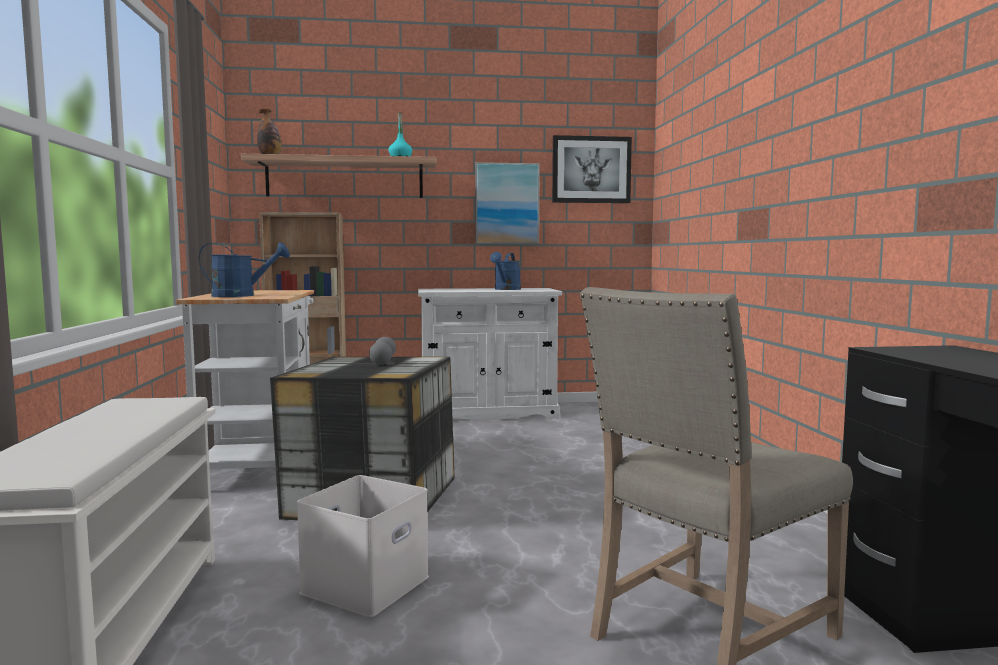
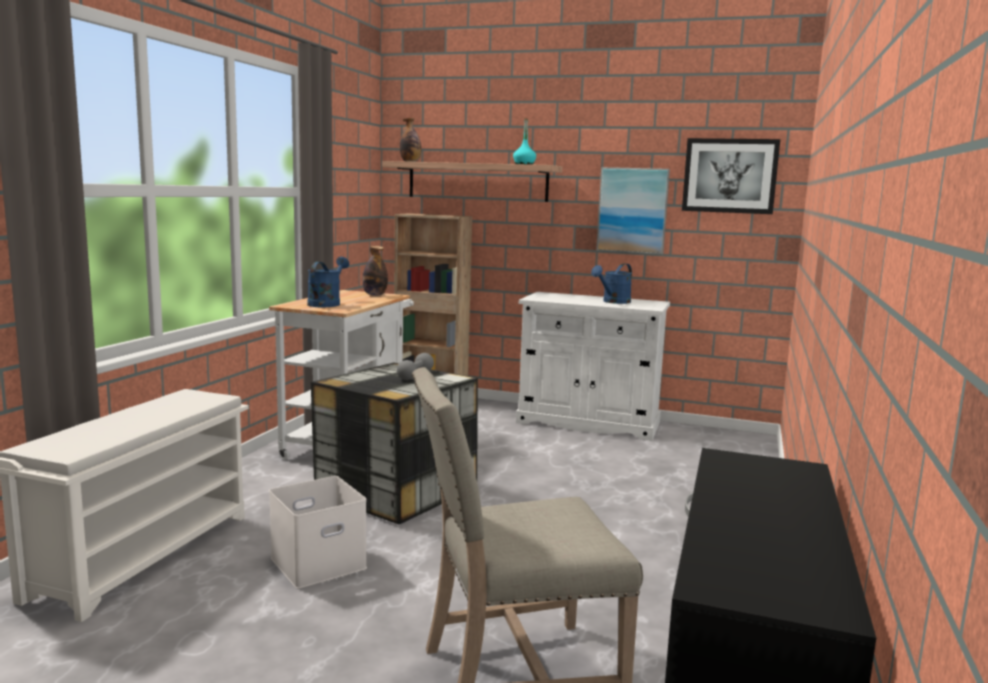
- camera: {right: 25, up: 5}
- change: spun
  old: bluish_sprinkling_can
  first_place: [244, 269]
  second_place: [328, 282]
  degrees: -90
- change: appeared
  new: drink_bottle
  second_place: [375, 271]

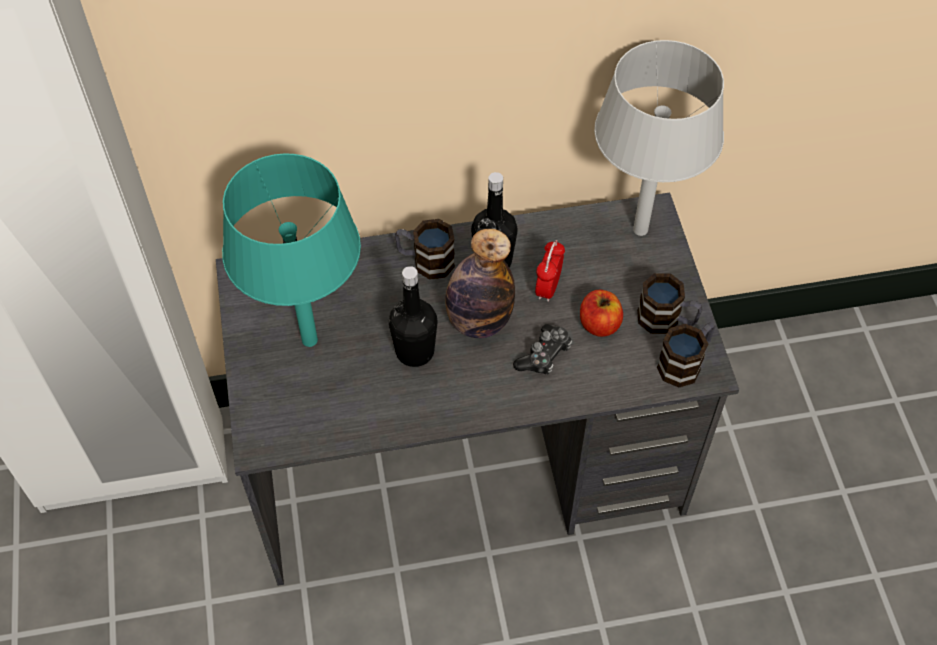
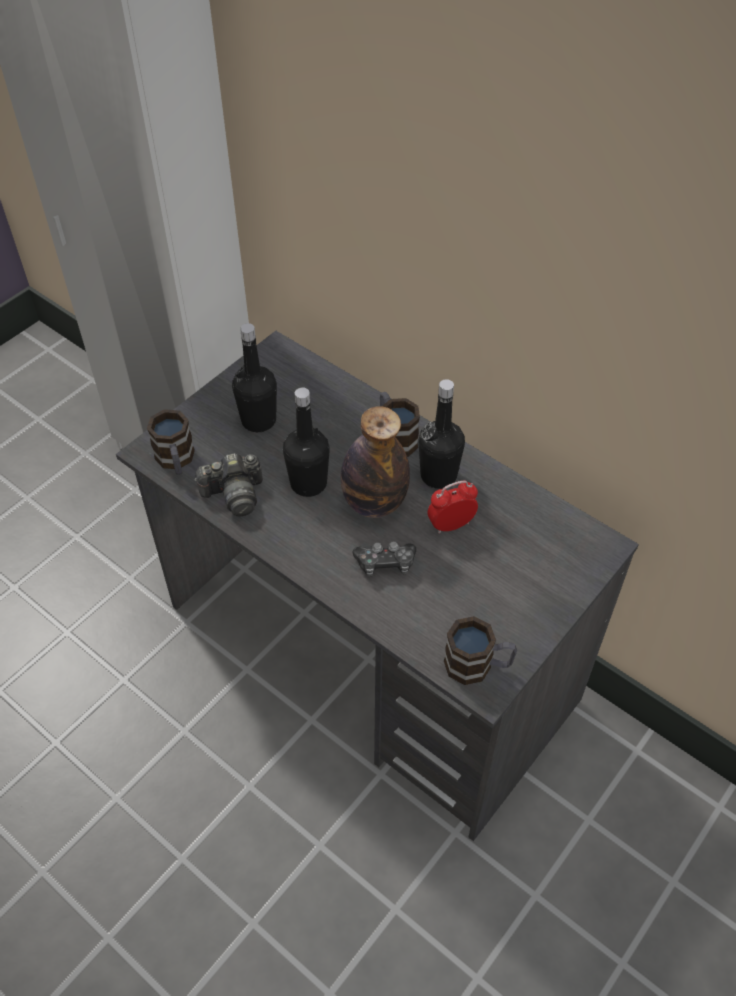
- camera: {right: 50, up: -5}
- change: exchanged
  old: blue-green_lamp_for_a_table
  new: blackish_drink_bottle
  first_place: [291, 250]
  second_place: [254, 377]
- change: missing
  old: apple_fruit
  first_place: [601, 313]
- change: missing
  old: gray_lamp_for_a_table
  first_place: [659, 138]
- change: relocated
  old: coffee_mug
  first_place: [669, 303]
  second_place: [171, 442]
- change: appeared
  new: still_camera
  second_place: [228, 485]

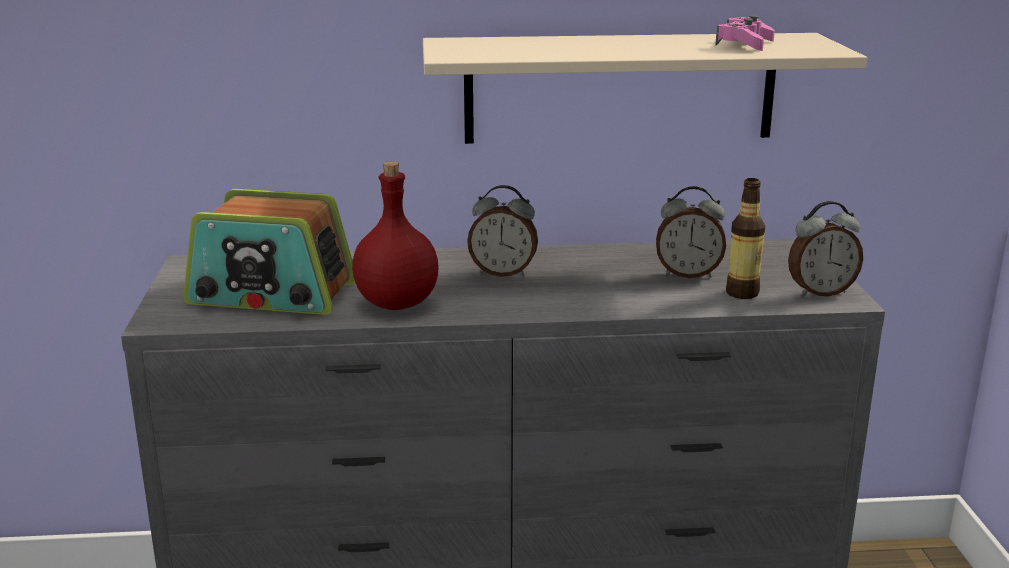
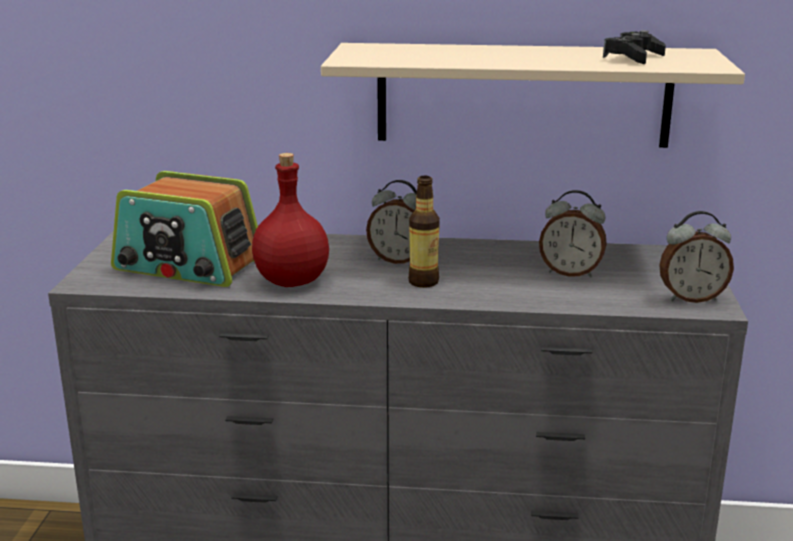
- camera: {right: 10, up: 0}
- change: colour
  old: pinkish_gamepad
  new: blackish_gamepad
  first_place: [745, 33]
  second_place: [634, 47]
- change: relocated
  old: drink_bottle
  first_place: [745, 238]
  second_place: [424, 232]

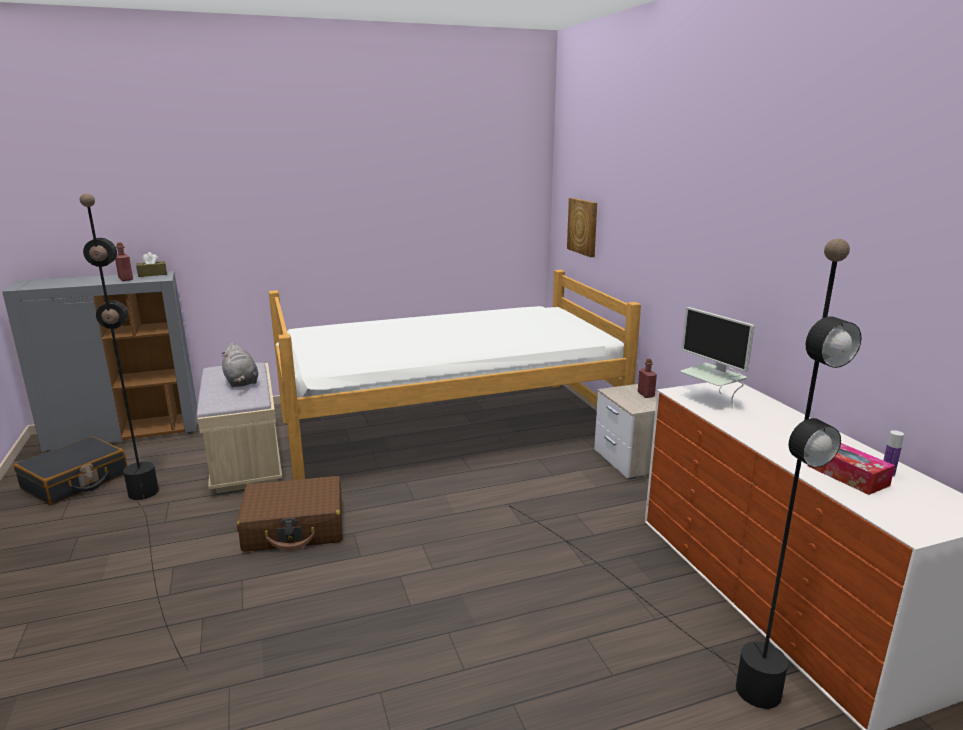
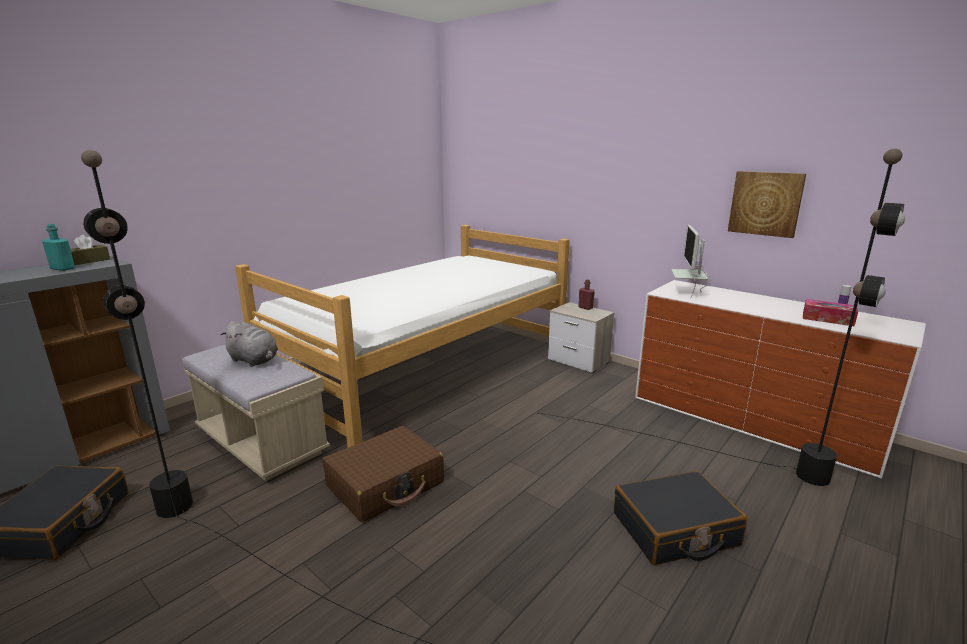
- camera: {right: -30, up: 0}
- change: colour
  old: reddish_drink_bottle
  new: blue-green_drink_bottle
  first_place: [124, 261]
  second_place: [58, 247]
- change: relocated
  old: picture
  first_place: [582, 227]
  second_place: [767, 204]
- change: spun
  old: computer_display
  first_place: [717, 358]
  second_place: [691, 262]
  degrees: 75
- change: appeared
  new: blackish_piece_of_luggage
  second_place: [680, 518]

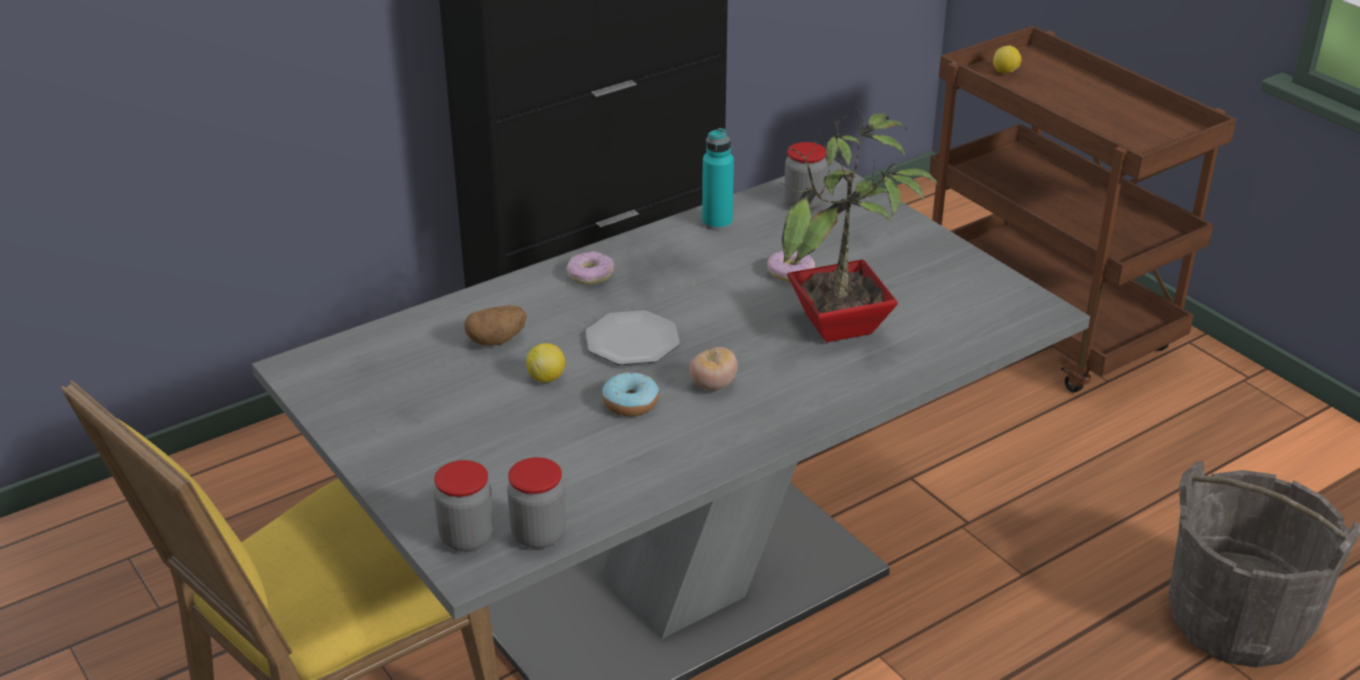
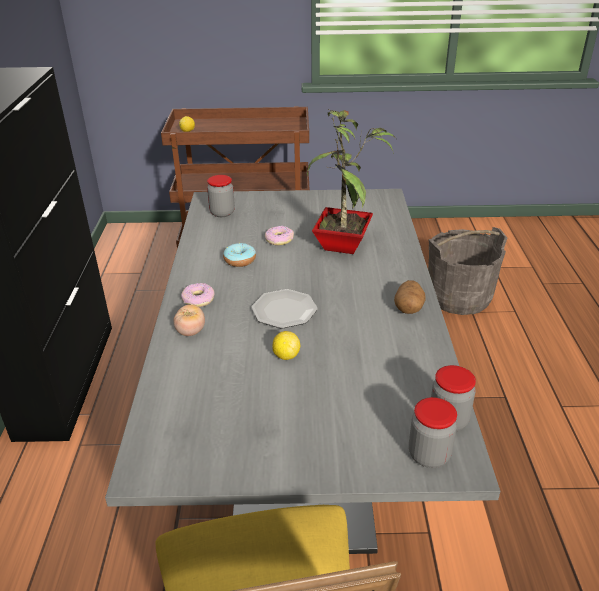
- camera: {right: -55, up: 0}
- change: relocated
  old: potato
  first_place: [495, 325]
  second_place: [410, 297]
- change: relocated
  old: donut
  first_place: [630, 394]
  second_place: [239, 255]
- change: relocated
  old: fresh_tomato
  first_place: [713, 368]
  second_place: [189, 320]
- change: missing
  old: blue-green_drink_bottle
  first_place: [718, 179]

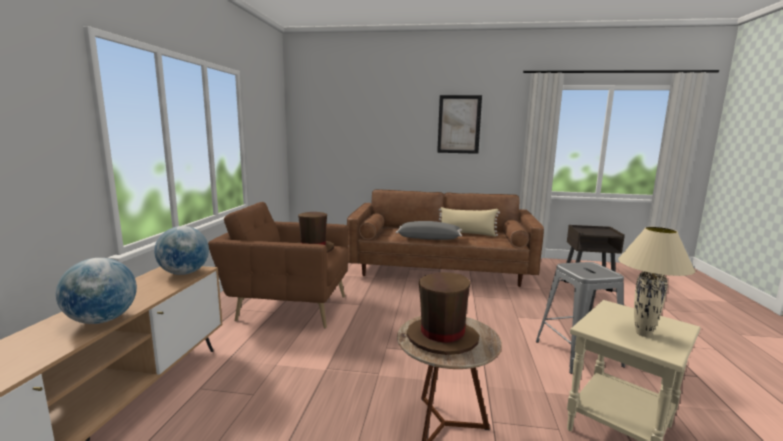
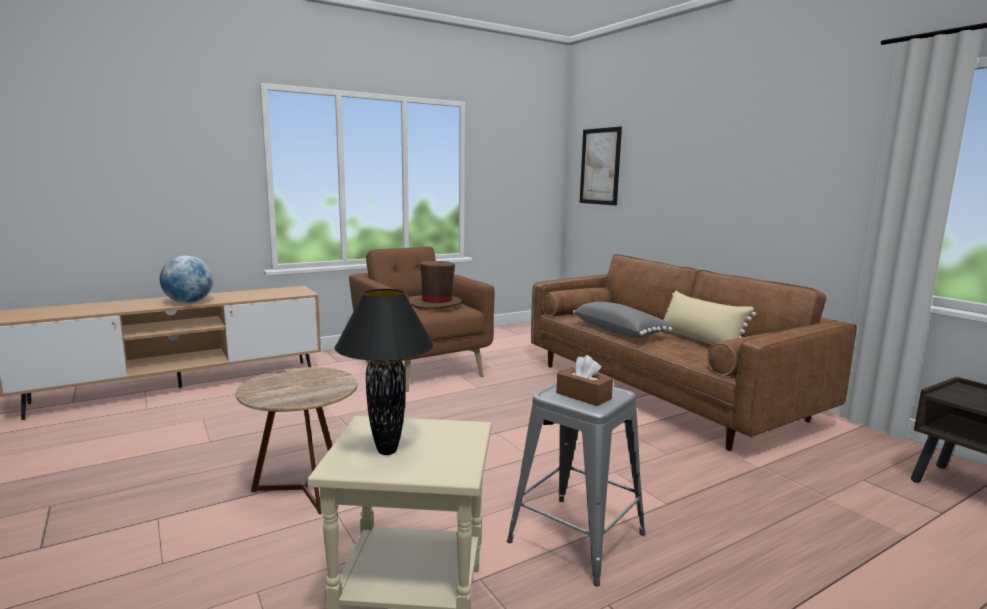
- camera: {right: 50, up: 0}
- change: missing
  old: globe
  first_place: [181, 250]
- change: missing
  old: brown-coloured_wearable_hat
  first_place: [443, 313]
- change: relocated
  old: picture
  first_place: [459, 124]
  second_place: [601, 165]
- change: colour
  old: sand-coloured_lamp_for_a_table
  new: blackish_lamp_for_a_table
  first_place: [656, 282]
  second_place: [384, 372]
- change: appeared
  new: brown-coloured_tissue_box
  second_place: [584, 380]

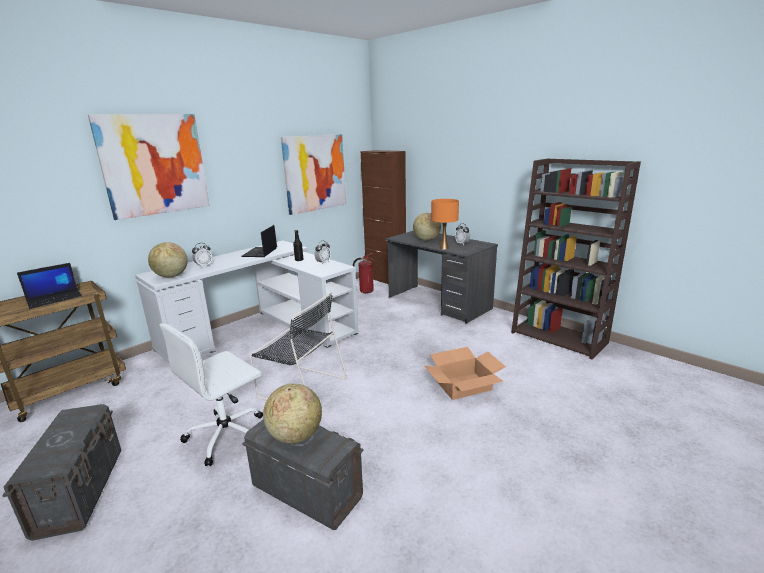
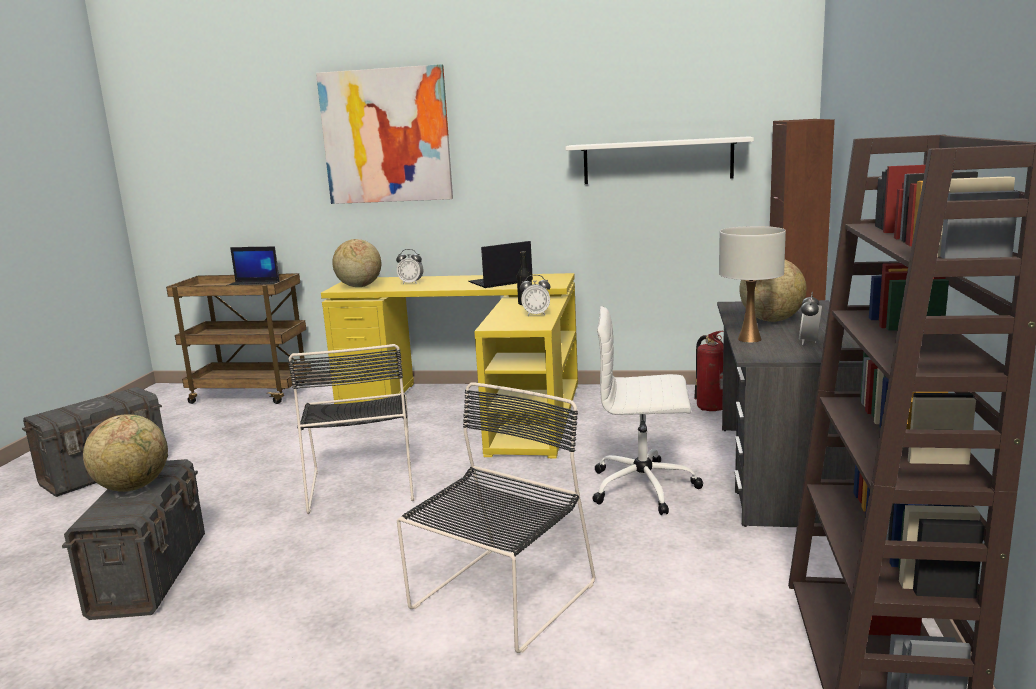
- camera: {right: 55, up: -5}
- change: colour
  old: white_desk_unit
  new: yellow-coloured_desk_unit
  first_place: [247, 302]
  second_place: [449, 365]
- change: relocated
  old: white_desk_chair
  first_place: [211, 394]
  second_place: [648, 410]
- change: exchanged
  old: picture
  new: white_bracket_shelf
  first_place: [313, 174]
  second_place: [659, 160]
- change: exchanged
  old: carton
  new: blackish_plain_chair
  first_place: [465, 373]
  second_place: [496, 517]
- change: colour
  old: orangey_lamp_for_a_table
  new: white_lamp_for_a_table
  first_place: [445, 224]
  second_place: [752, 284]

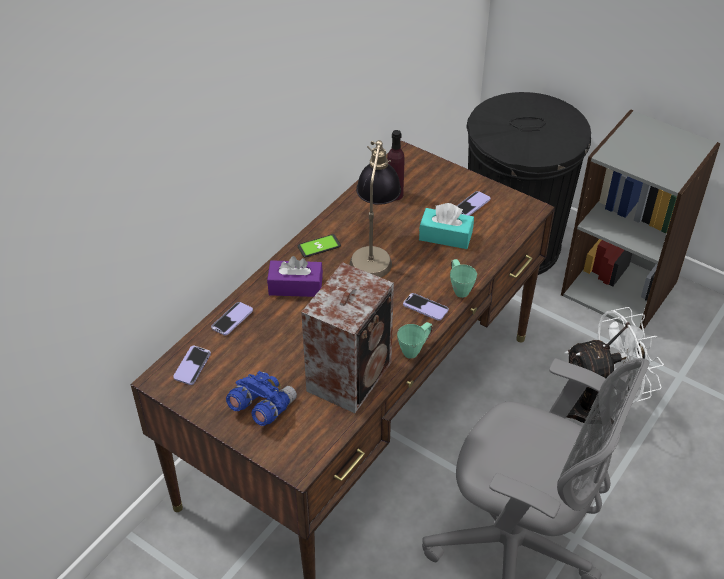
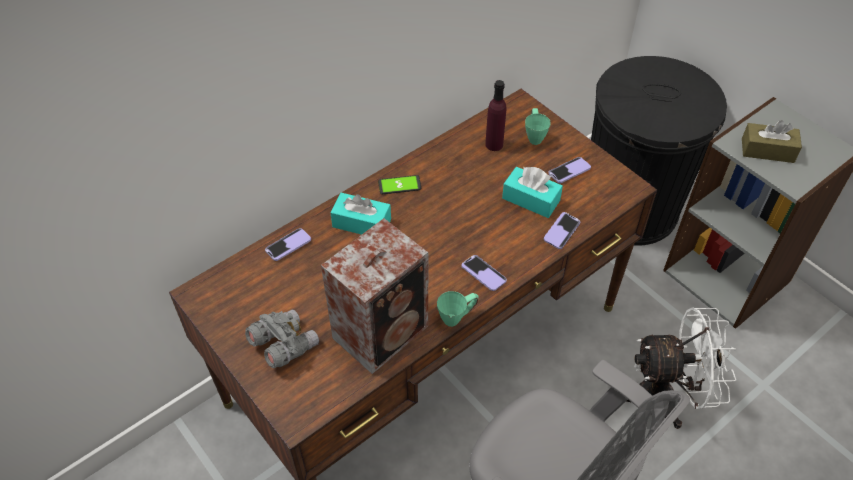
- camera: {right: 15, up: 5}
- change: relocated
  old: phone
  first_place: [192, 365]
  second_place: [562, 230]
- change: colour
  old: bluish_field_glasses
  new: gray_field_glasses
  first_place: [261, 398]
  second_place: [282, 339]
- change: colour
  old: purplish_tissue_box
  new: blue-green_tissue_box
  first_place: [295, 276]
  second_place: [360, 214]
- change: missing
  old: lamp_for_a_table
  first_place: [375, 208]
- change: relocated
  old: greenish_coffee_mug
  first_place: [463, 278]
  second_place: [538, 126]
- change: appeared
  new: brown-coloured_tissue_box
  second_place: [772, 141]

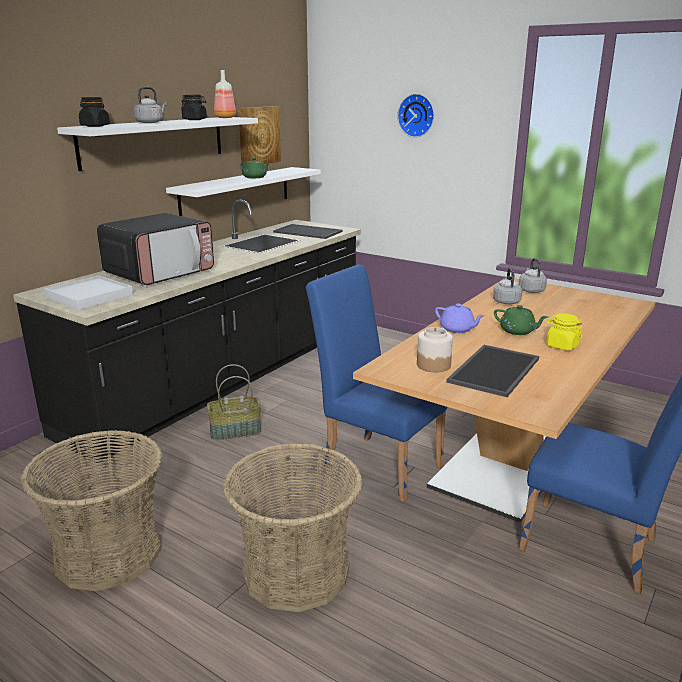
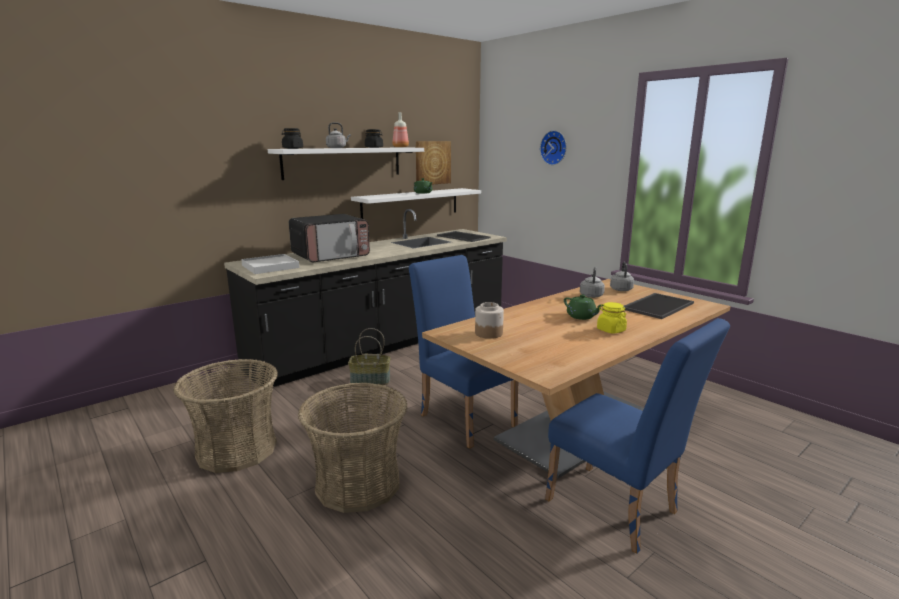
- camera: {right: 15, up: -5}
- change: missing
  old: purplish_tea_pot
  first_place: [460, 318]
- change: relocated
  old: serving_tray
  first_place: [492, 371]
  second_place: [658, 306]

